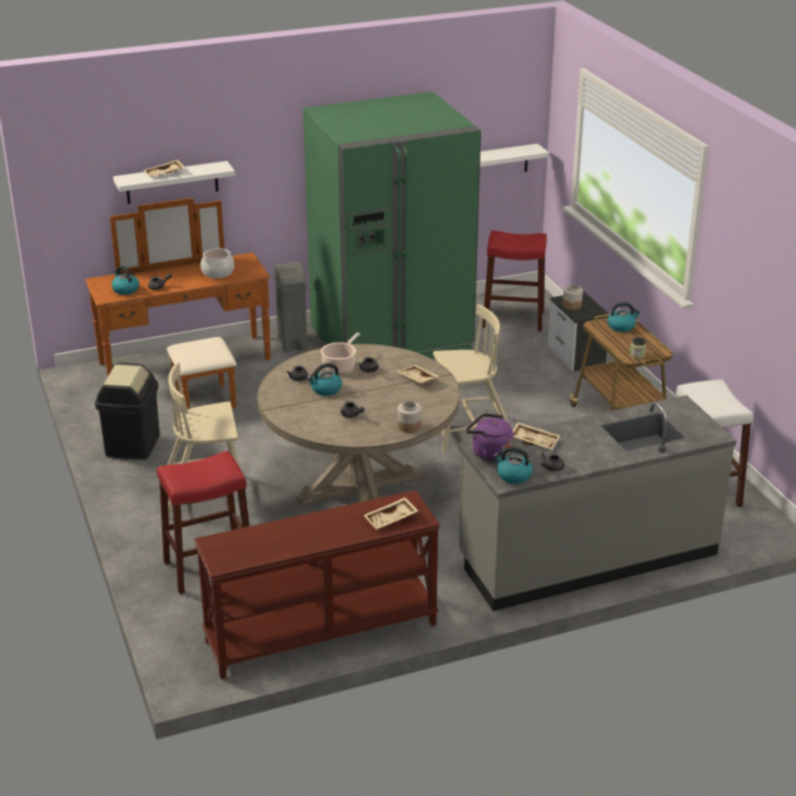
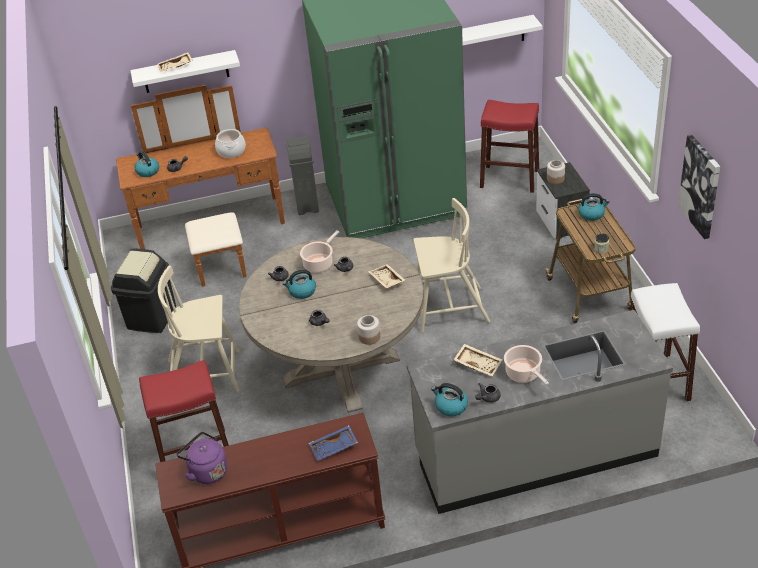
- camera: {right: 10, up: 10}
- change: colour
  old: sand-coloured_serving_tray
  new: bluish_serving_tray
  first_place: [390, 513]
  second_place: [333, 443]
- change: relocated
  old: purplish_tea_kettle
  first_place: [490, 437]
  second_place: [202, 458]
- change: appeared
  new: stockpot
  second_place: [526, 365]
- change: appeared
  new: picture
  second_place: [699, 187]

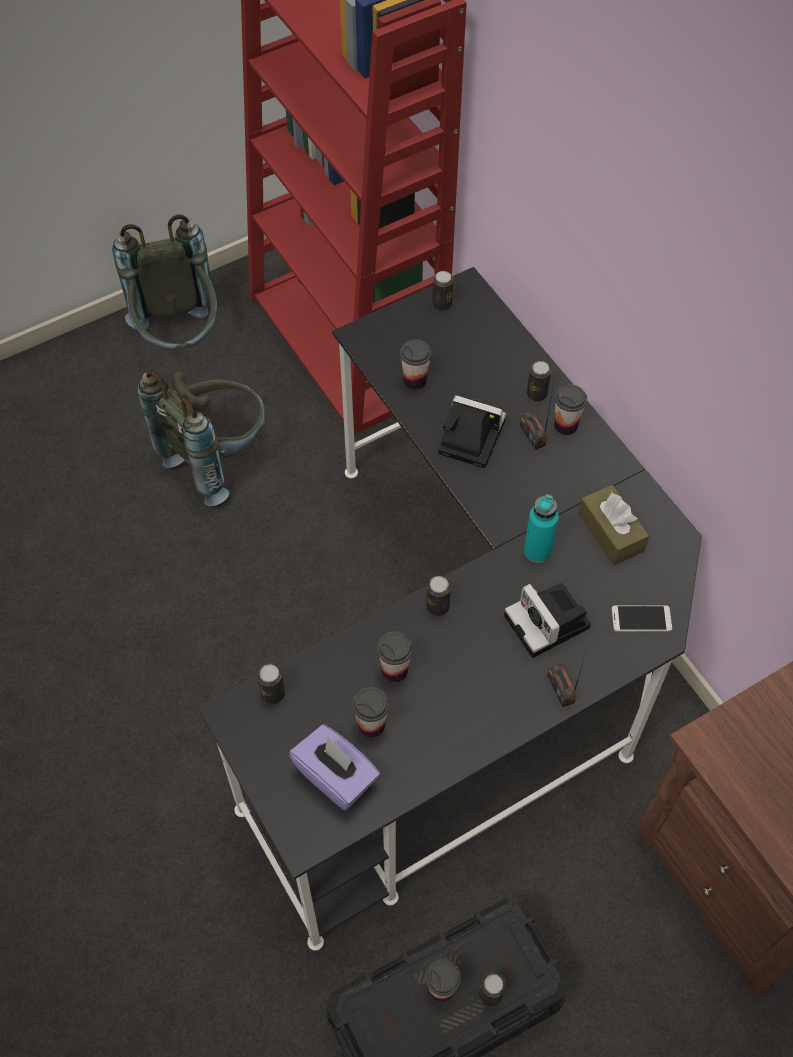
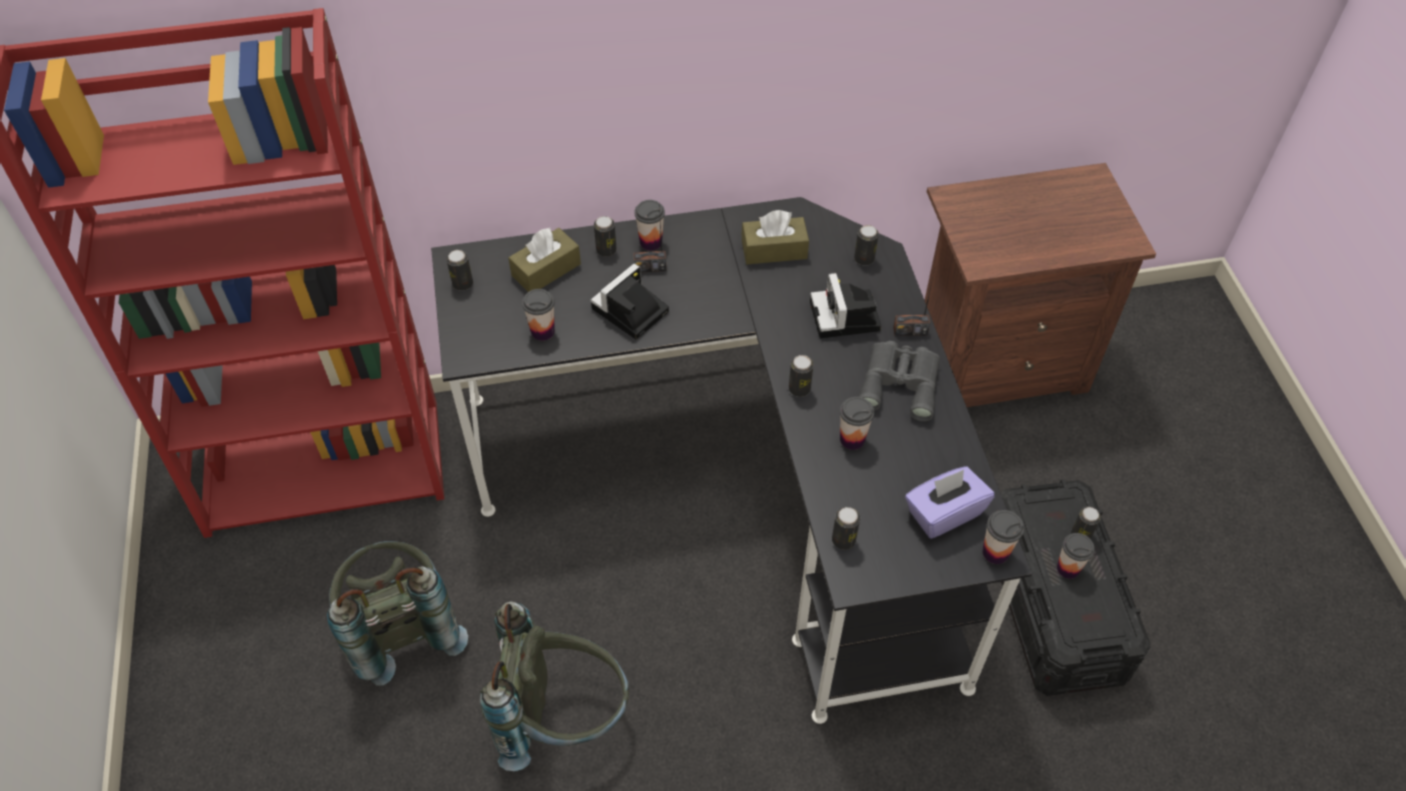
- camera: {right: -70, up: -5}
- change: relocated
  old: gray_knapsack
  first_place: [164, 282]
  second_place: [554, 686]
- change: relocated
  old: drinking_cup
  first_place: [370, 712]
  second_place: [1003, 537]
- change: spun
  old: still_camera
  first_place: [547, 620]
  second_place: [845, 305]
  degrees: 90
- change: missing
  old: blue-green_drink_bottle
  first_place: [541, 528]
- change: exchanged
  old: phone
  new: can
  first_place: [642, 618]
  second_place: [866, 245]
- change: appeared
  new: brown-coloured_tissue_box
  second_place: [544, 260]
- change: appeared
  new: gray_field_glasses
  second_place: [899, 381]

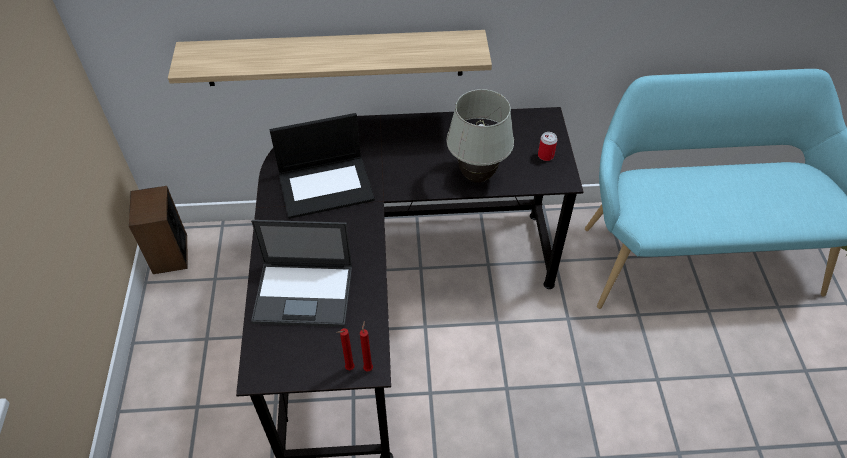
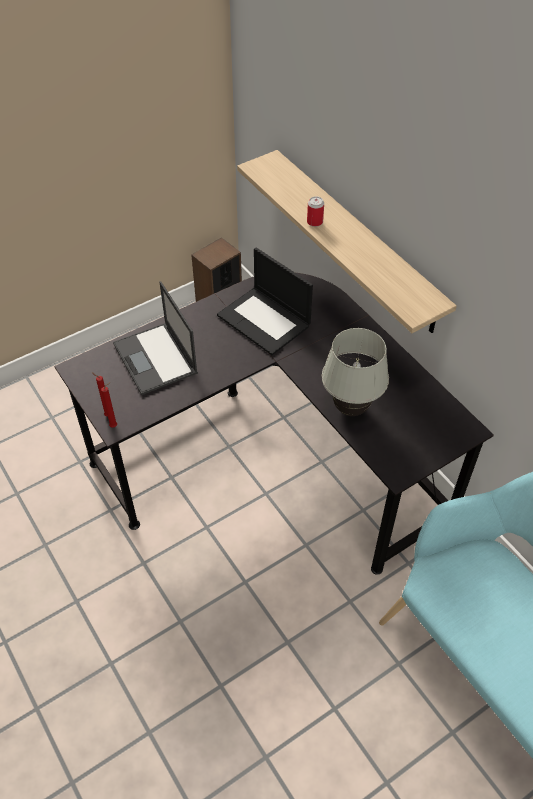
- camera: {right: 60, up: 0}
- change: relocated
  old: can
  first_place: [547, 146]
  second_place: [315, 211]

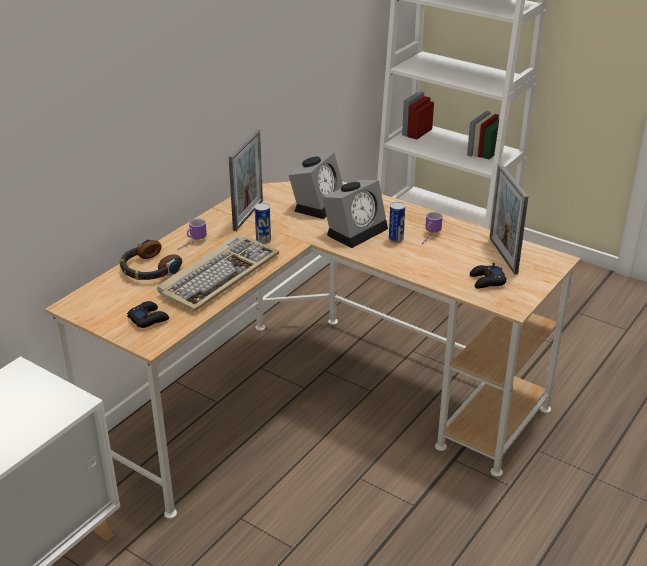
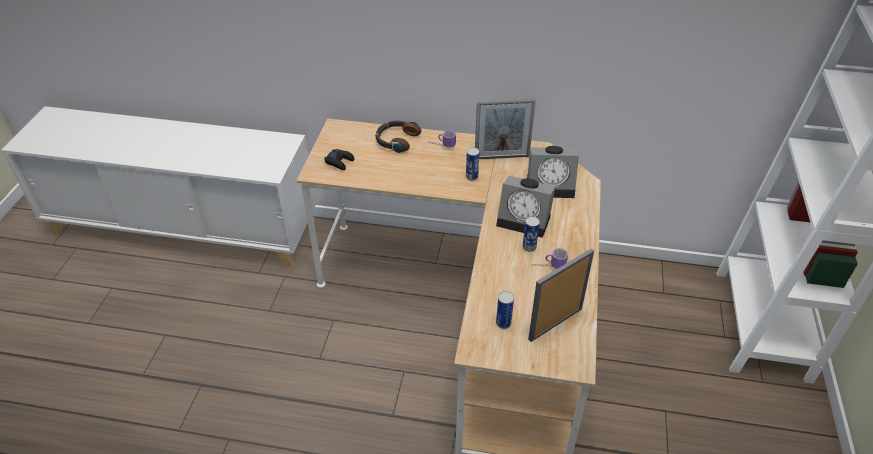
- camera: {right: 65, up: 10}
- change: missing
  old: PC_keyboard
  first_place: [218, 273]
- change: exchanged
  old: blackish_gamepad
  new: can
  first_place: [488, 276]
  second_place: [505, 310]

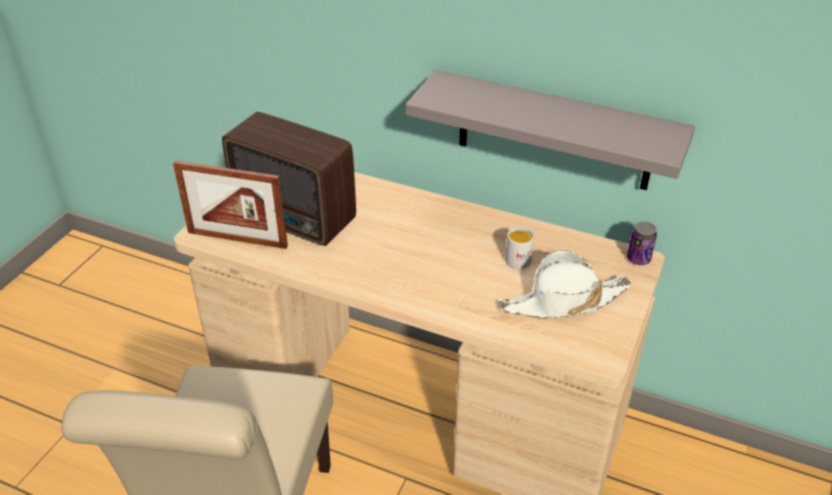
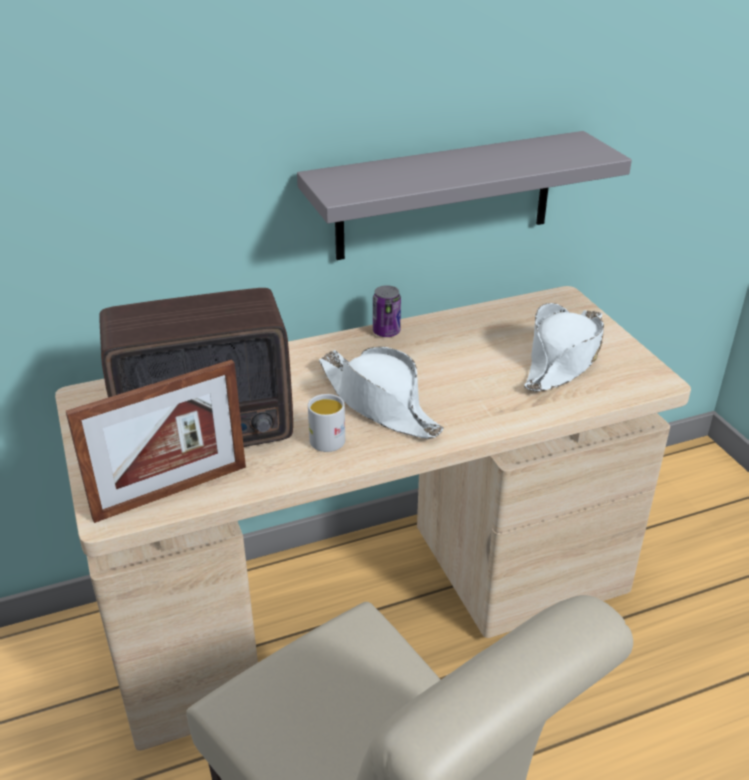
- camera: {right: -45, up: -5}
- change: relocated
  old: white_coffee_mug
  first_place: [519, 248]
  second_place: [326, 423]
- change: relocated
  old: can
  first_place: [642, 243]
  second_place: [387, 311]
- change: appeared
  new: white_wearable_hat
  second_place: [381, 392]

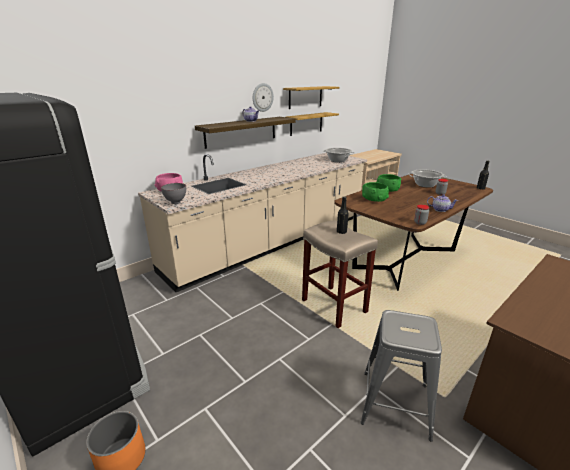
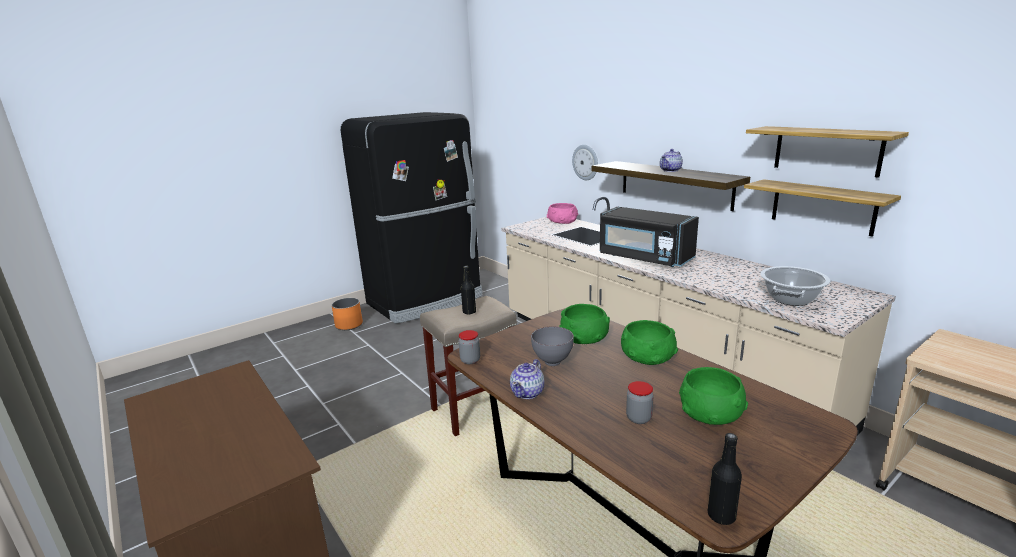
- camera: {right: 95, up: -5}
- change: relocated
  old: gray_bowl
  first_place: [173, 193]
  second_place: [552, 346]
- change: relocated
  old: hanging_clock
  first_place: [263, 97]
  second_place: [585, 162]
- change: missing
  old: gray_stool
  first_place: [401, 376]
- change: exchanged
  old: stockpot
  new: greenish_bowl
  first_place: [427, 178]
  second_place: [713, 396]
- change: appeared
  new: blackish_microwave_oven
  second_place: [649, 237]

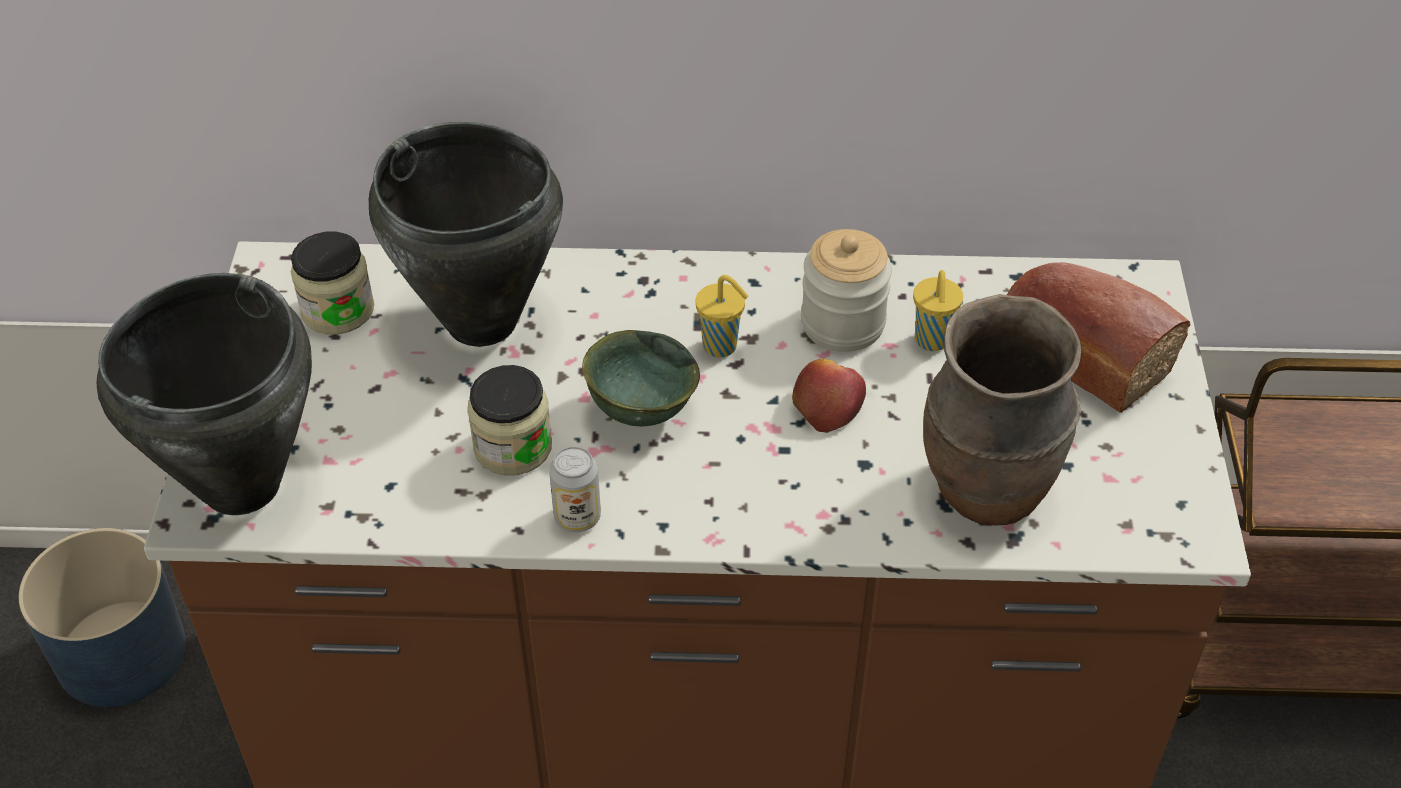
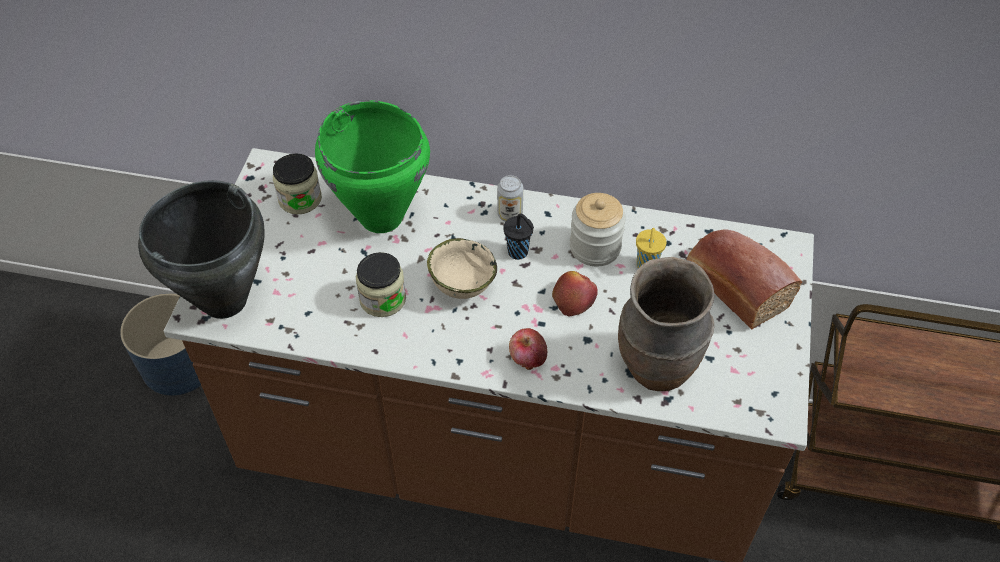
- camera: {right: 10, up: 5}
- change: colour
  old: blackish_stockpot
  new: greenish_stockpot
  first_place: [466, 234]
  second_place: [372, 166]
- change: relocated
  old: can
  first_place: [575, 489]
  second_place: [510, 198]
- change: colour
  old: greenish_bowl
  new: sand-coloured_bowl
  first_place: [641, 378]
  second_place: [462, 268]
- change: colour
  old: yellow-coloured_drinking_cup
  new: blackish_drinking_cup
  first_place: [721, 316]
  second_place: [518, 236]
- change: appeared
  new: apple_fruit
  second_place: [528, 349]

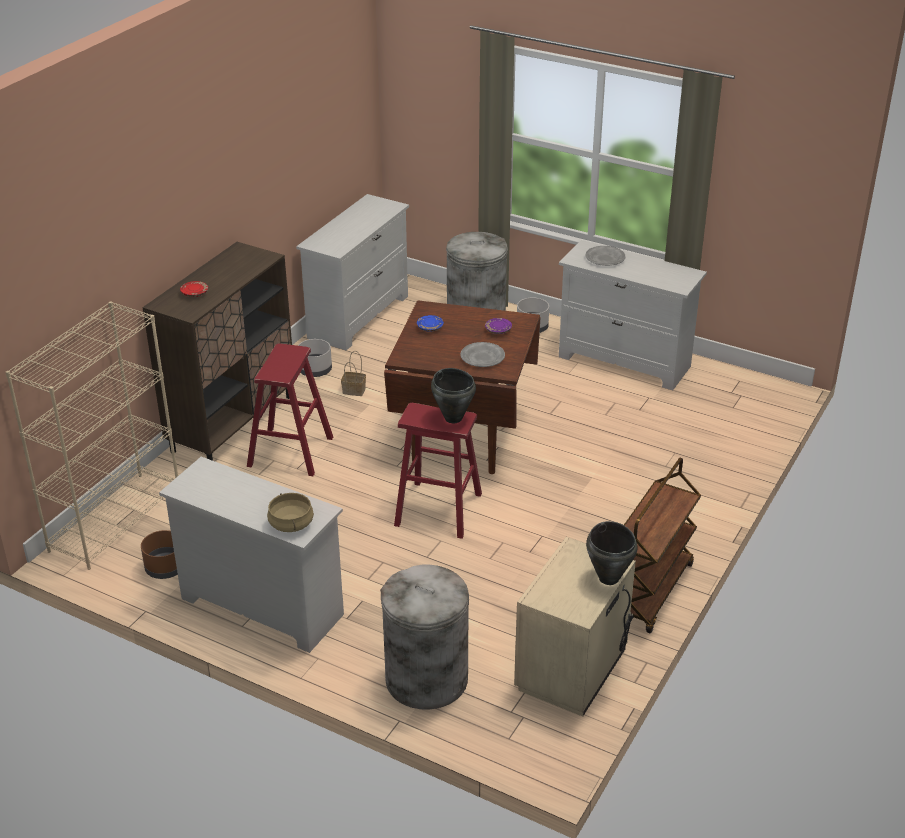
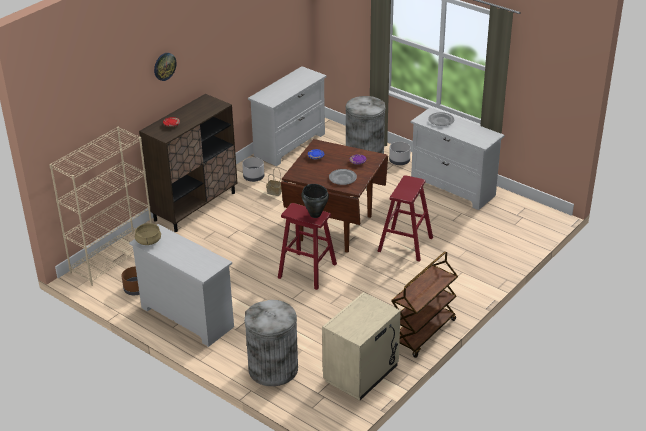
- camera: {right: 10, up: 0}
- change: relocated
  old: reddish_stool
  first_place: [290, 410]
  second_place: [405, 218]
- change: relocated
  old: sand-coloured_stockpot
  first_place: [290, 512]
  second_place: [148, 234]
- change: missing
  old: blackish_stockpot
  first_place: [612, 553]
- change: appeared
  new: hanging_clock
  second_place: [165, 67]

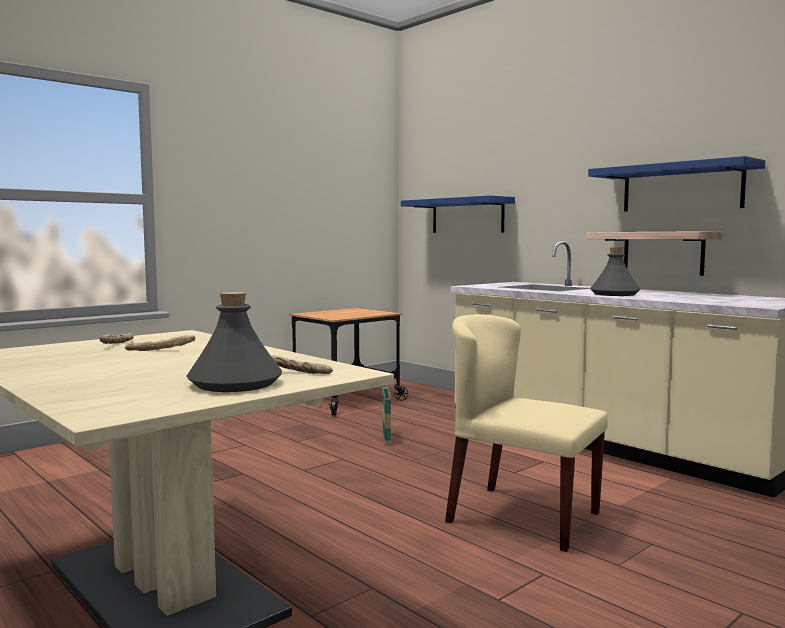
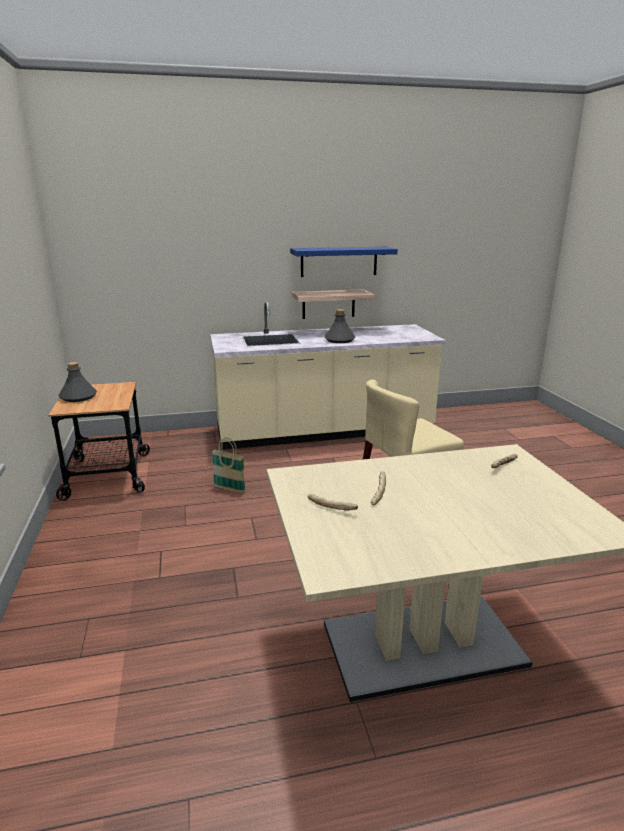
- camera: {right: -60, up: 15}
- change: relocated
  old: gray_drink_bottle
  first_place: [234, 342]
  second_place: [77, 382]
- change: missing
  old: bluish_bracket_shelf
  first_place: [458, 214]

